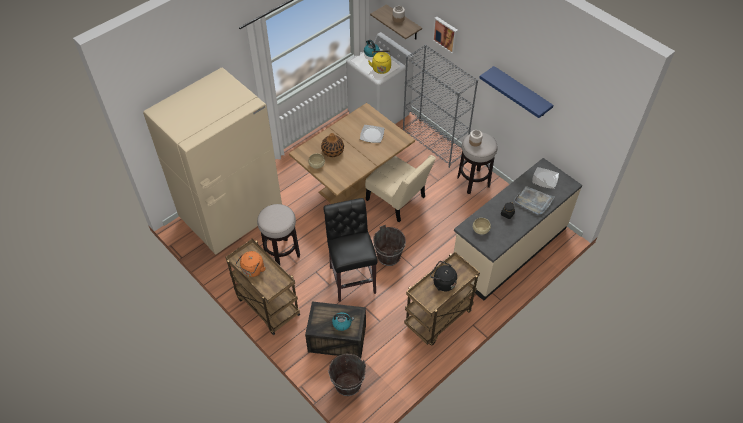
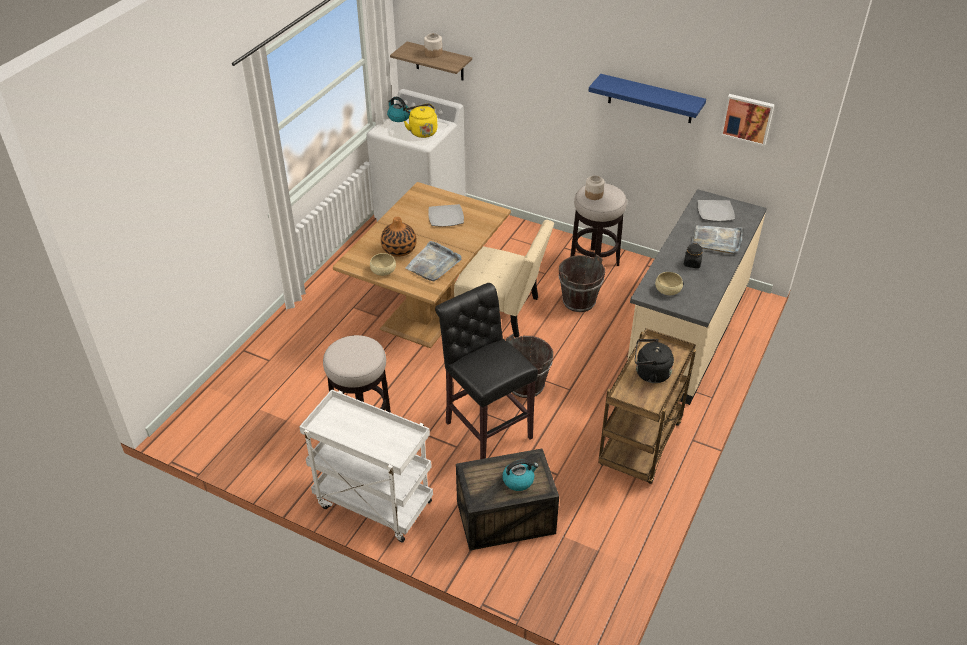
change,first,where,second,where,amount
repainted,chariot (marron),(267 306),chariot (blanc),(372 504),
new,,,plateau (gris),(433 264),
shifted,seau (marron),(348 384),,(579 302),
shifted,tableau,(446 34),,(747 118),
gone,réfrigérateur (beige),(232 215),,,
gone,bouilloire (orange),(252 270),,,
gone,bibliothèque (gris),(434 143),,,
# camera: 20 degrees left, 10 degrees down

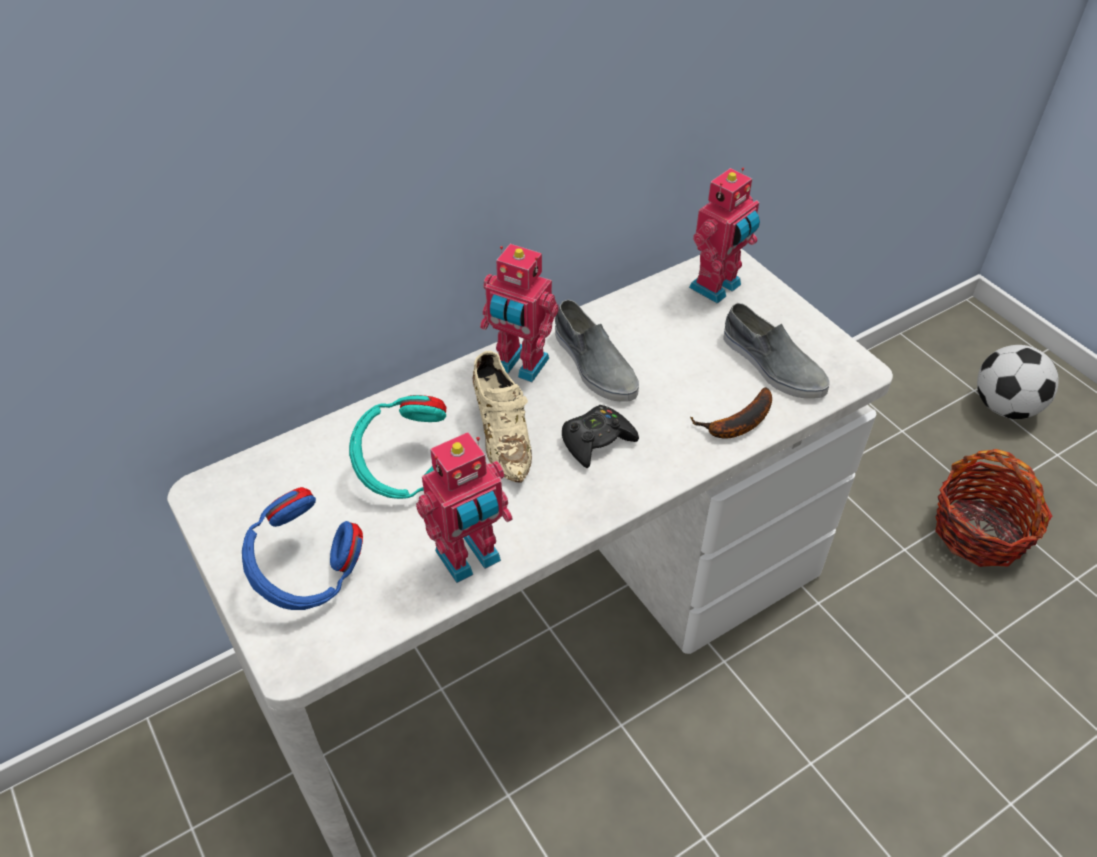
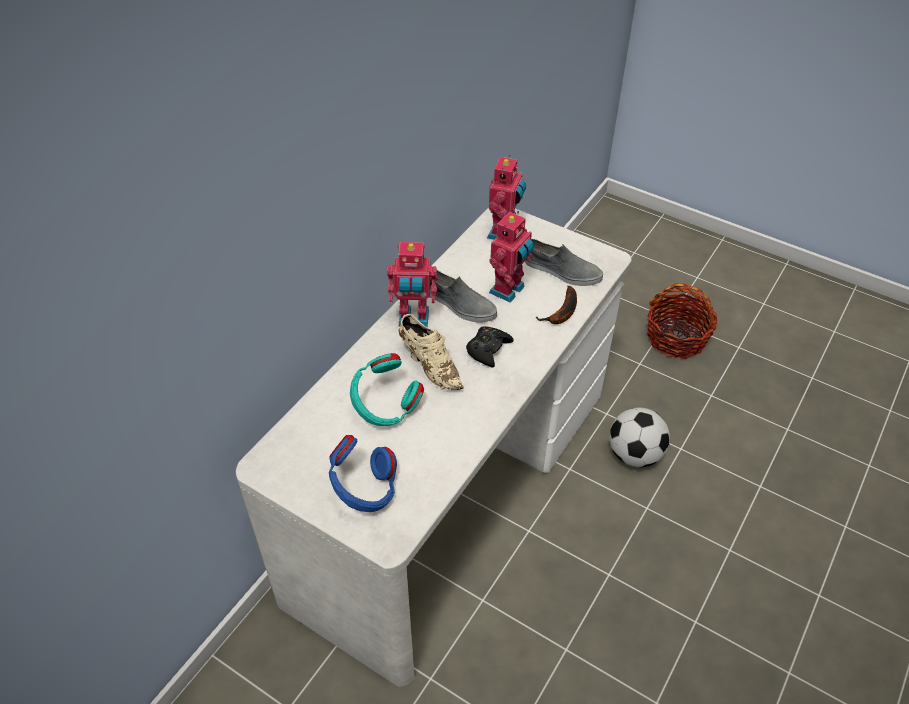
change,first,where,second,where,amount
shifted,robot jouet,(470 559),,(509 290),
shifted,ballon de foot,(1004 407),,(634 454),
# camera: 25 degrees left, 0 degrees up

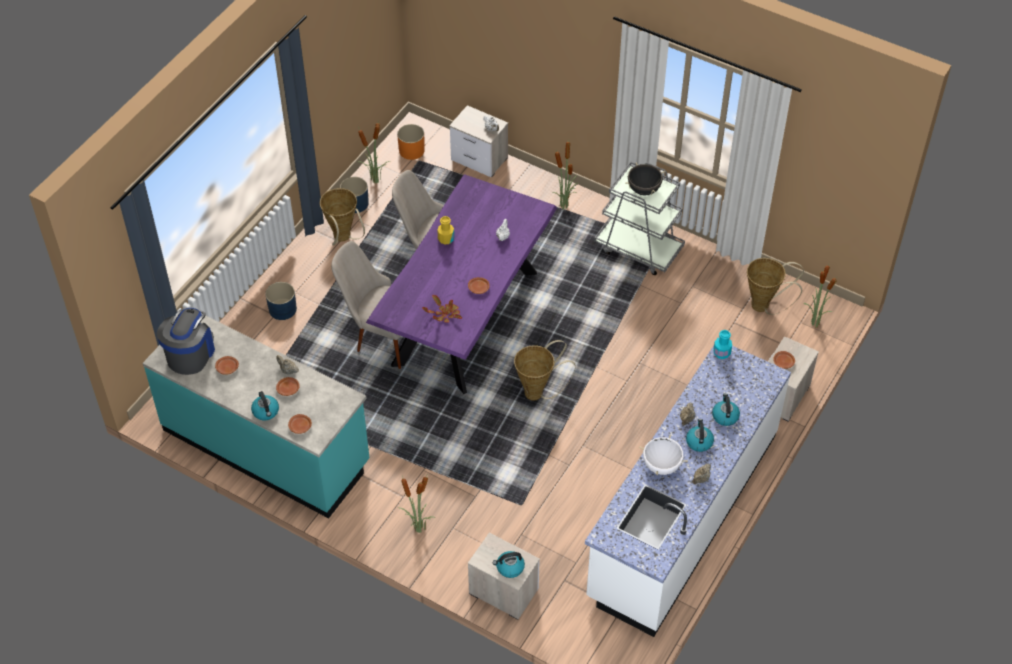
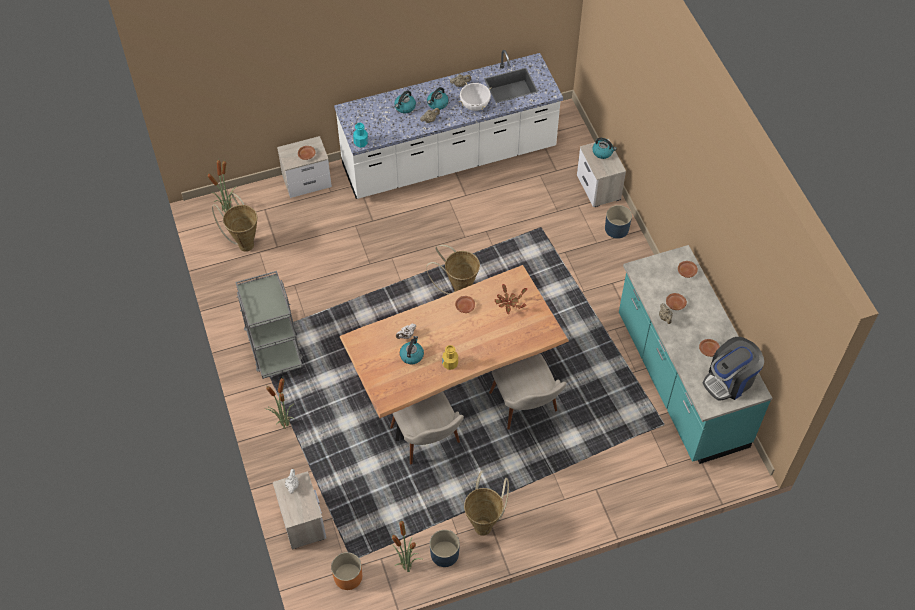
change,first,where,second,where,amount
repainted,table à manger (violet),(466 318),table à manger (marron),(454 380),
shifted,bouilloire,(266 412),,(411 355),
shifted,cache-pot (bleu),(282 309),,(616 229),
gone,plante en pot,(419 529),,,
gone,marmite (noir),(644 190),,,
# camera: 140 degrees left, 5 degrees up

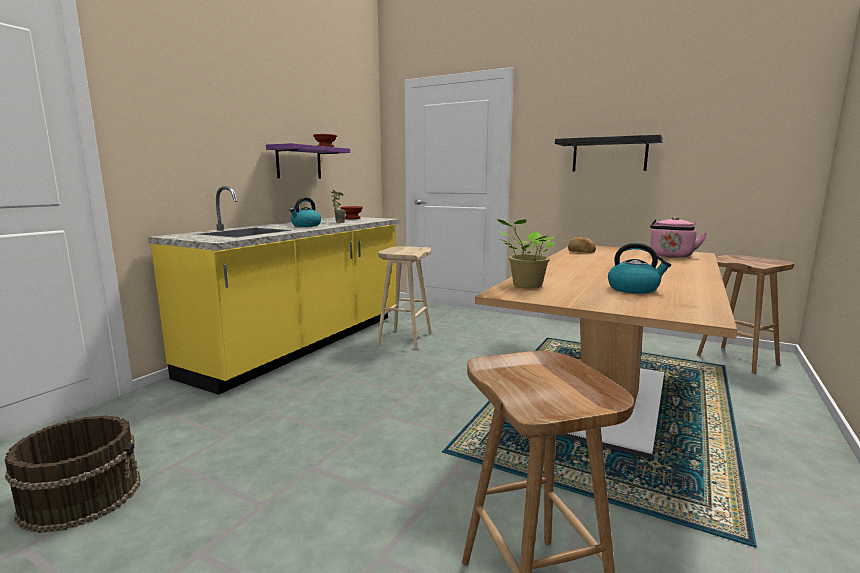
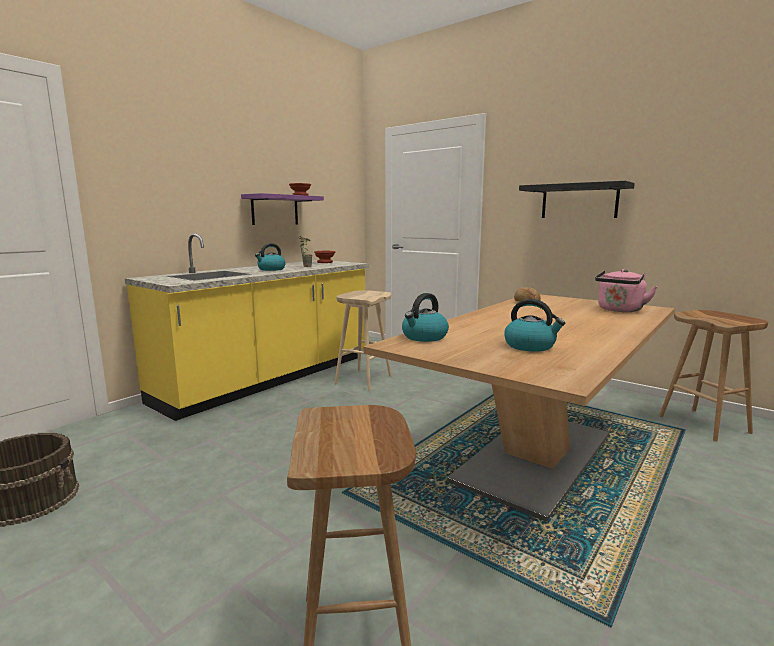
change,first,where,second,where,amount
swapped,plante en pot,(525 285),bouilloire,(424 337),
# camera: 10 degrees right, 0 degrees up

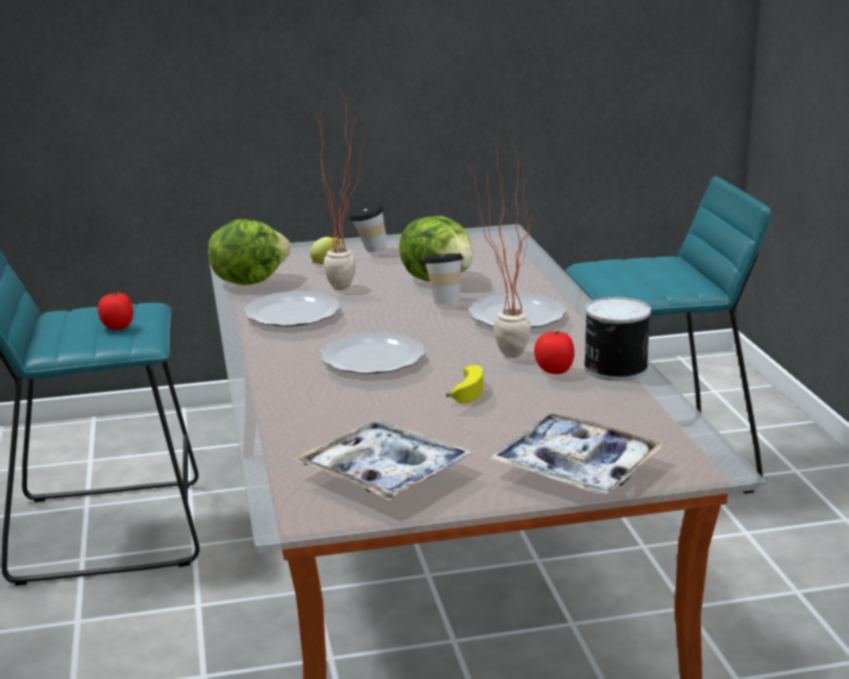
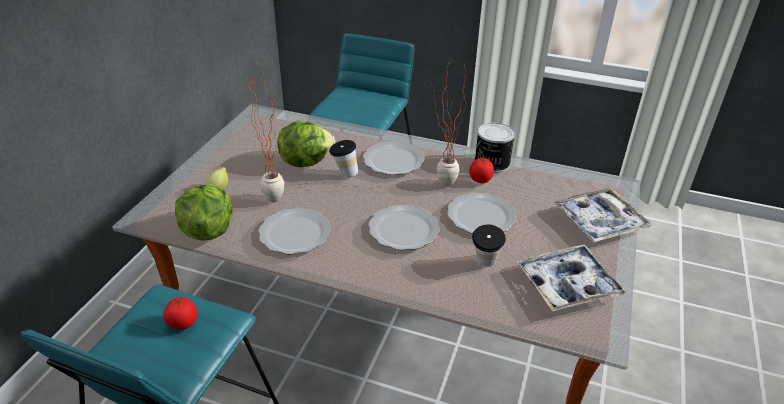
change,first,where,second,where,amount
swapped,banane,(465 390),assiette,(480 216),
shifted,tasse,(369 250),,(485 264),
# camera: 60 degrees left, 15 degrees up

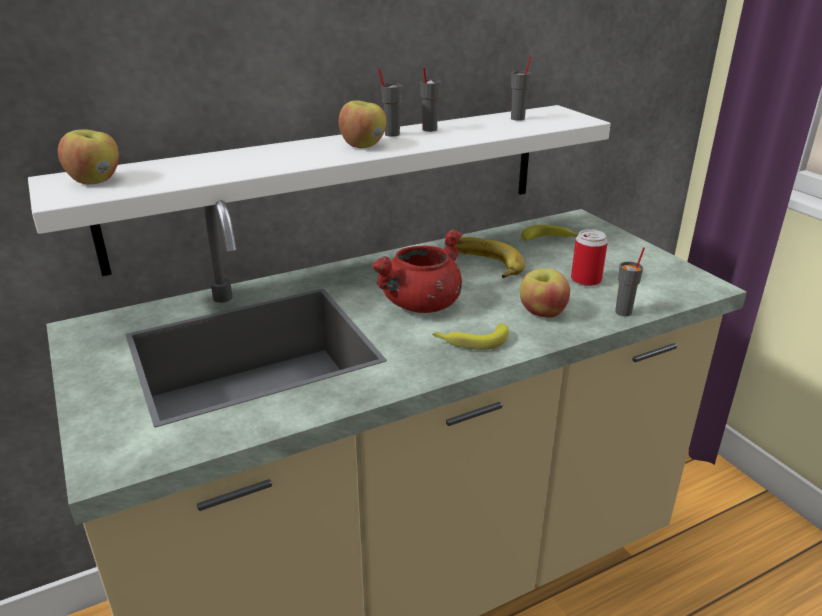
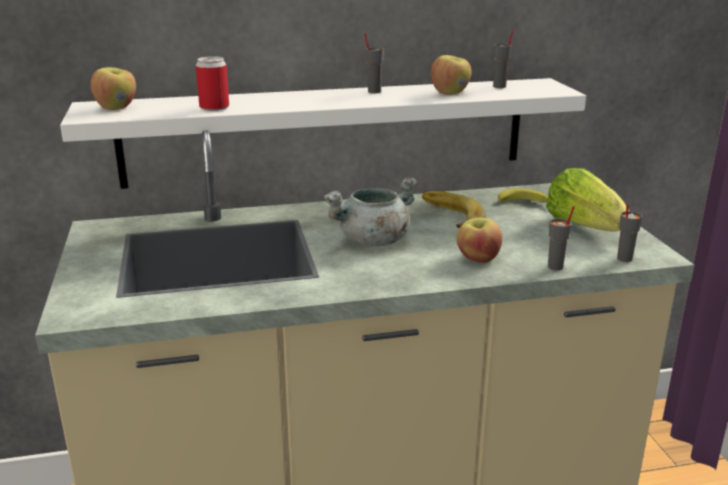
change,first,where,second,where,amount
shifted,boîte métallique,(586 280),,(214 107),
repainted,marmite (rouge),(421 305),marmite (gris),(373 241),
shifted,pomme,(363 145),,(450 93),
new,,,laitue,(584 226),
shifted,tasse (gris),(429 129),,(624 258),
gone,banane,(470 341),,,
# camera: 15 degrees right, 5 degrees down

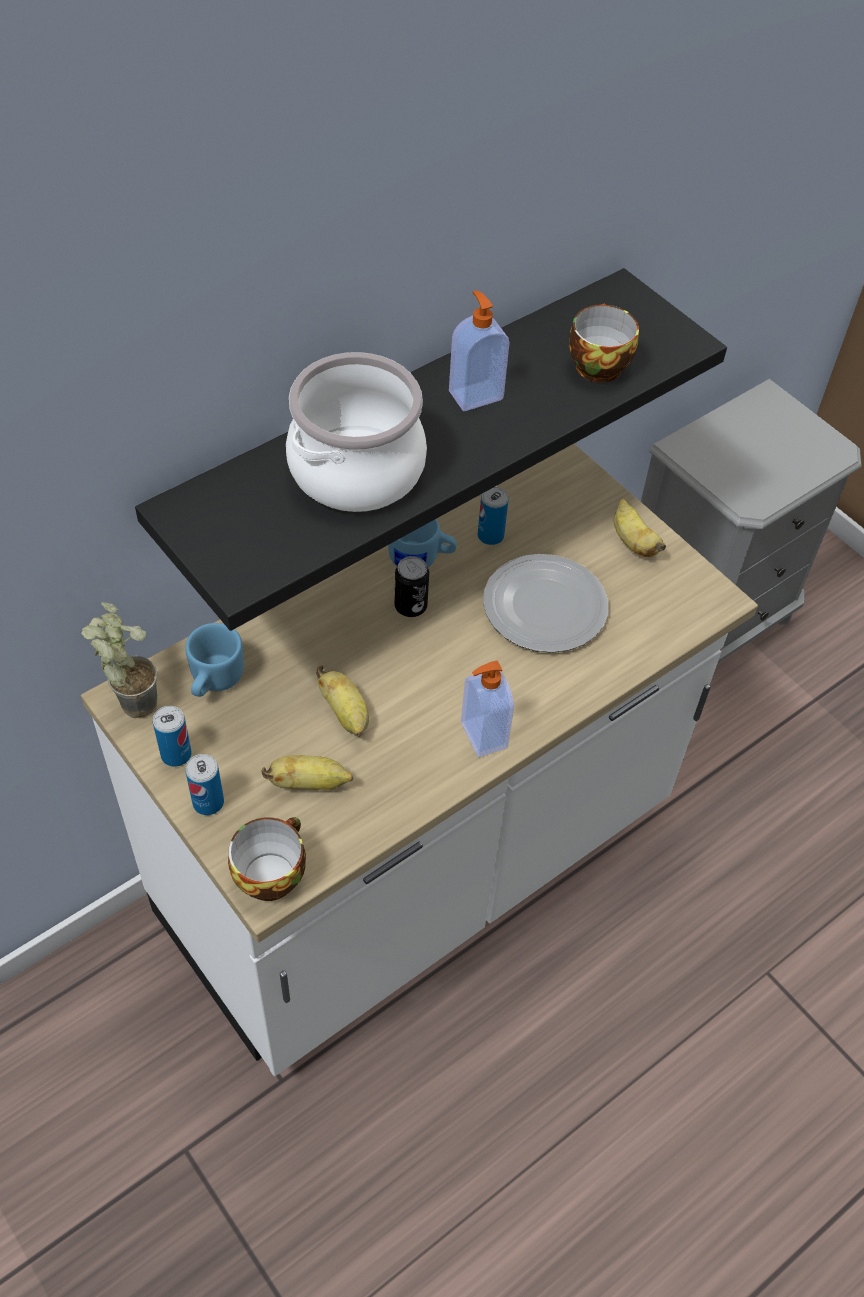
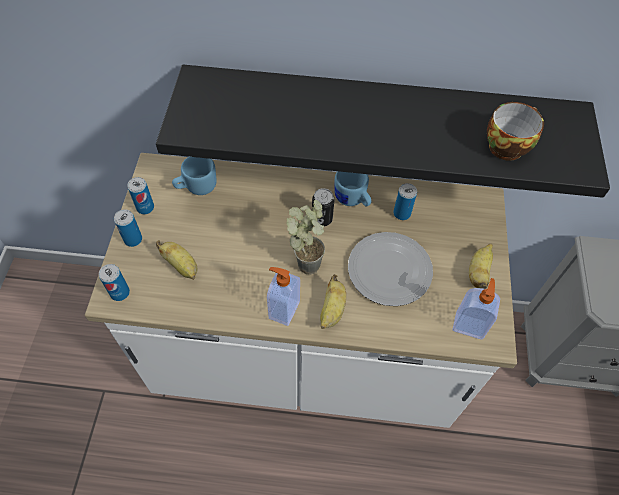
change,first,where,second,where,amount
swapped,tasse,(270 873),boîte métallique,(120 293),
shifted,plante en pot,(130 699),,(307 259),
shifted,banane,(346 714),,(332 310),
shifted,distributeur de savon,(475 394),,(469 325),
gone,marmite,(357 470),,,
# camera: 45 degrees right, 5 degrees up

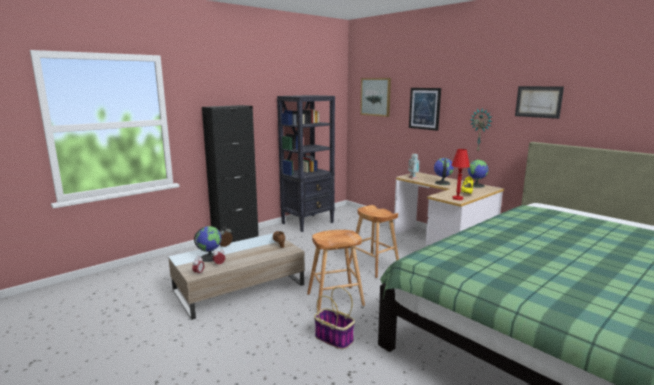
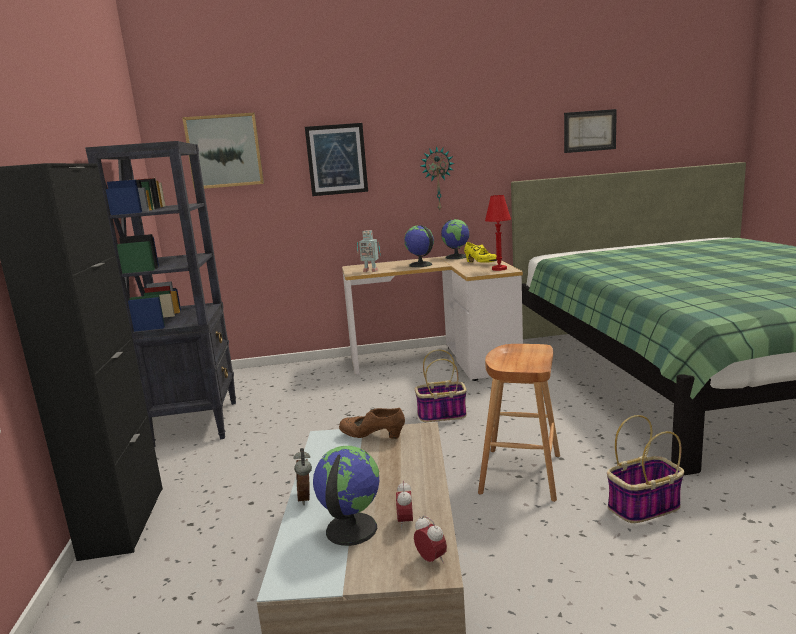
change,first,where,second,where,amount
swapped,tabouret (marron),(374 266),panier,(441 415),
shifted,tableau,(538 101),,(589 131),
# camera: 55 degrees left, 0 degrees up

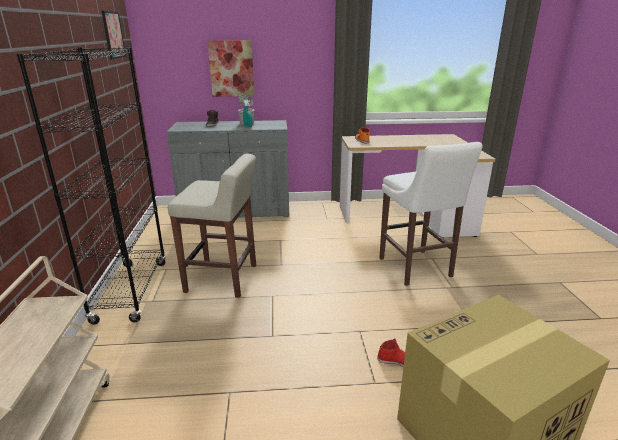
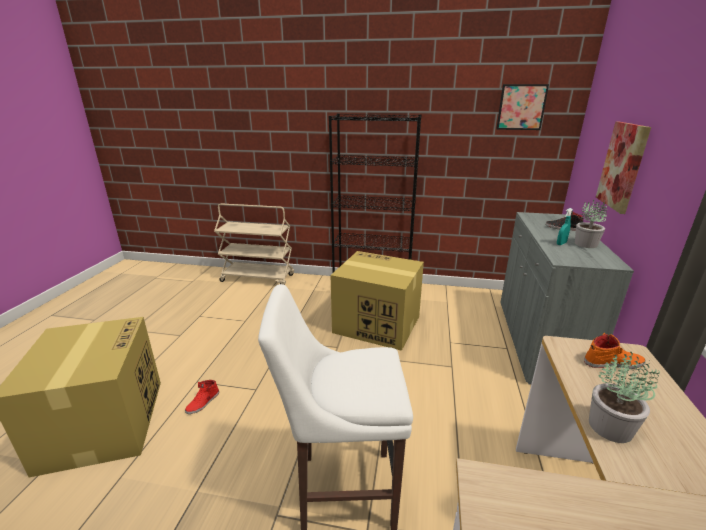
change,first,where,second,where,amount
swapped,tabouret (beige),(223 278),carton,(375 324),
new,,,plante en pot,(611 427),
# camera: 105 degrees right, 0 degrees up

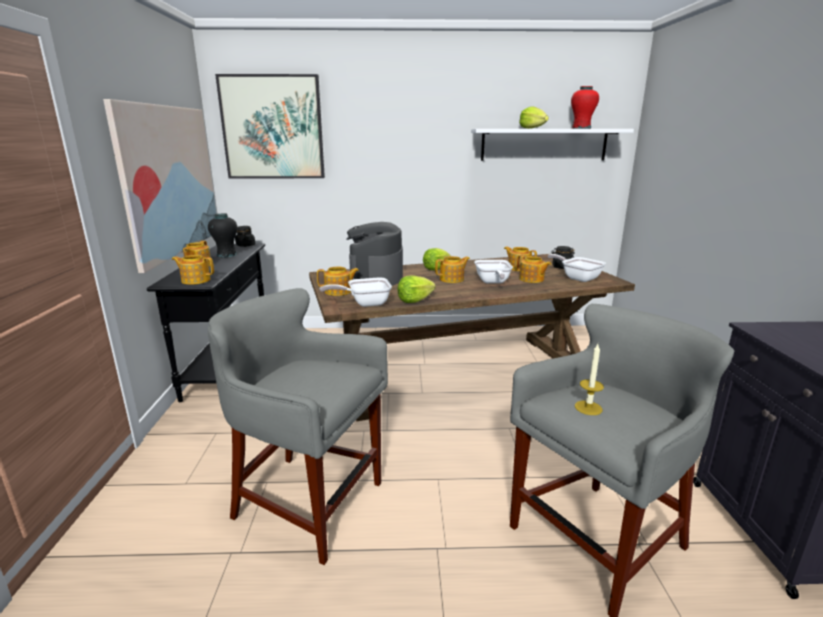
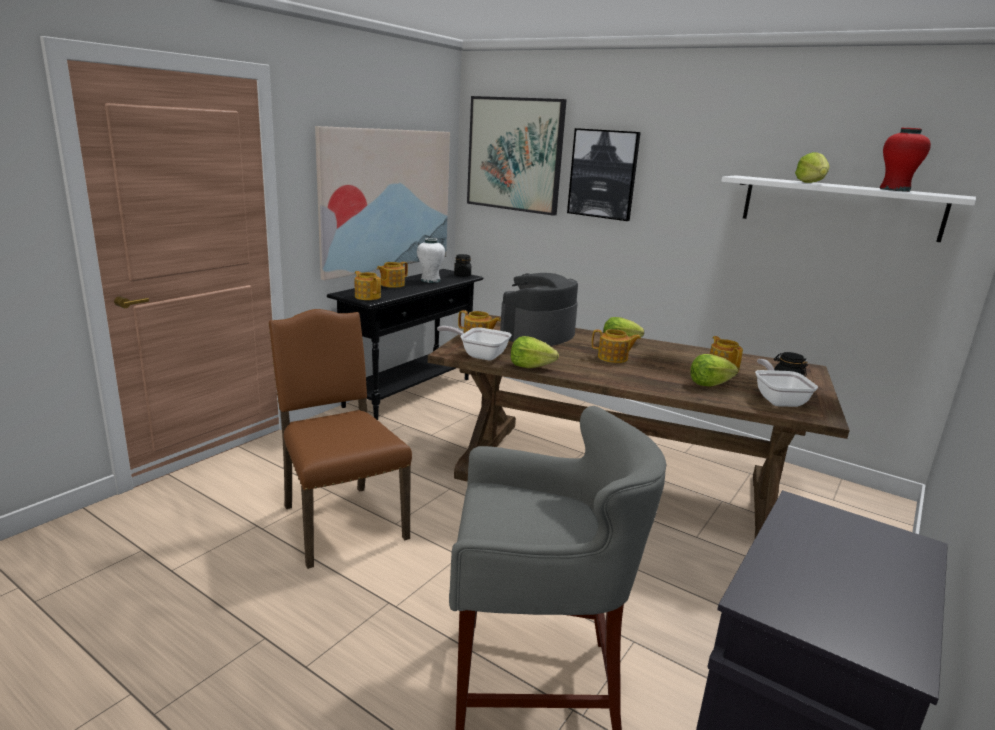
change,first,where,second,where,amount
swapped,tabouret (gris),(308 503),chaise (marron),(340 521),
repainted,vase (noir),(226 255),vase (blanc),(430 280),
new,,,tableau,(603 174),
swapped,théière,(531 279),laitue,(709 384),
gone,poêle,(492 282),,,
gone,bougie,(588 408),,,
# camera: 35 degrees right, 0 degrees up

